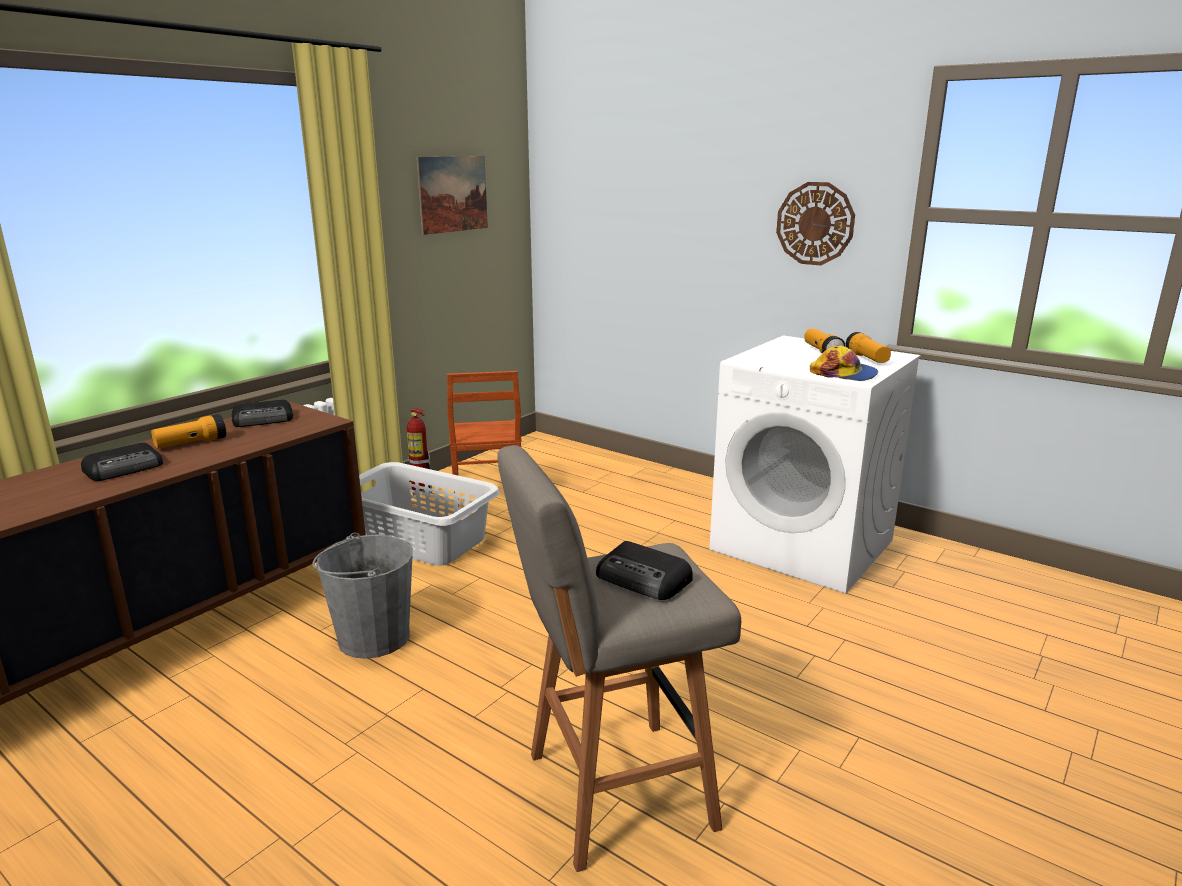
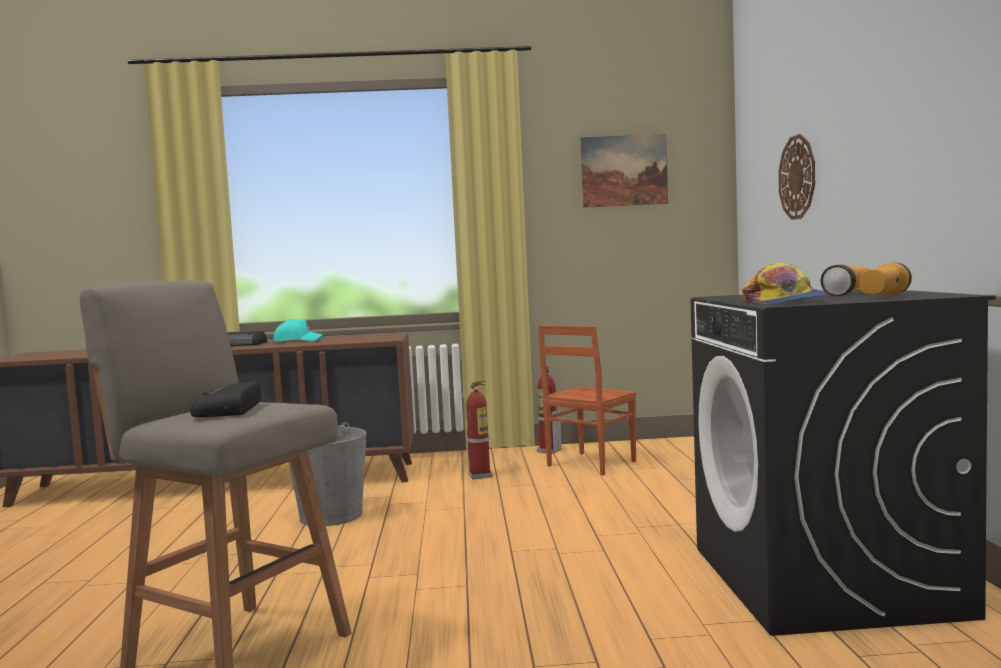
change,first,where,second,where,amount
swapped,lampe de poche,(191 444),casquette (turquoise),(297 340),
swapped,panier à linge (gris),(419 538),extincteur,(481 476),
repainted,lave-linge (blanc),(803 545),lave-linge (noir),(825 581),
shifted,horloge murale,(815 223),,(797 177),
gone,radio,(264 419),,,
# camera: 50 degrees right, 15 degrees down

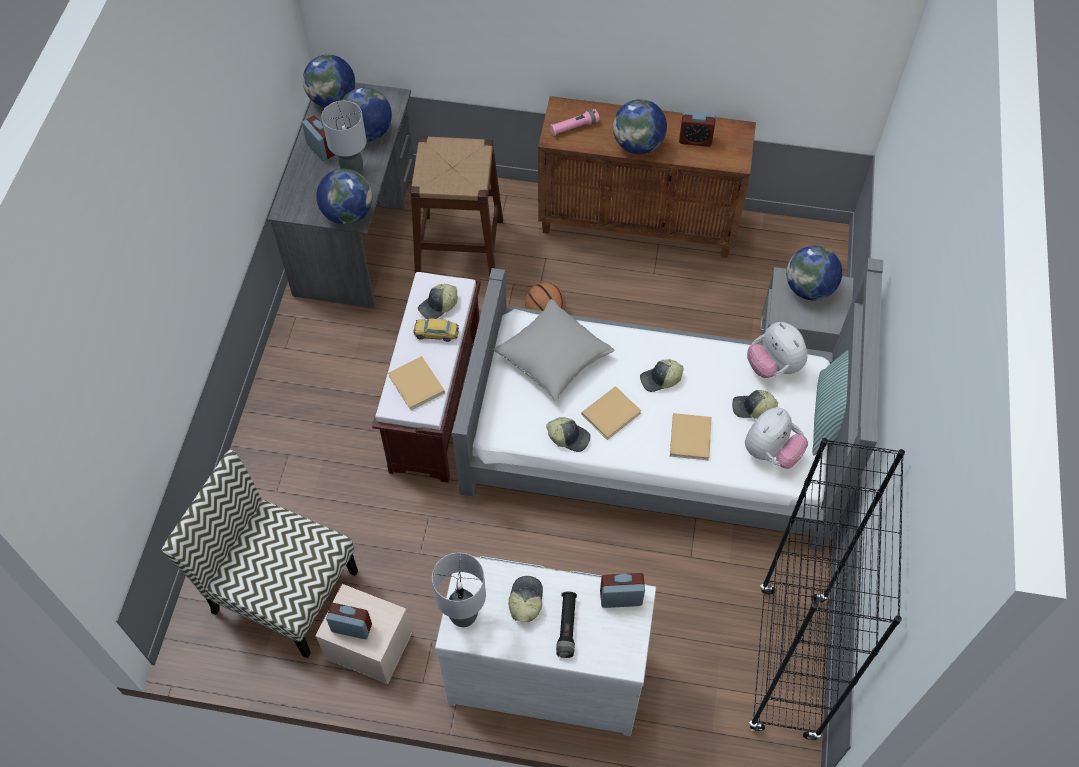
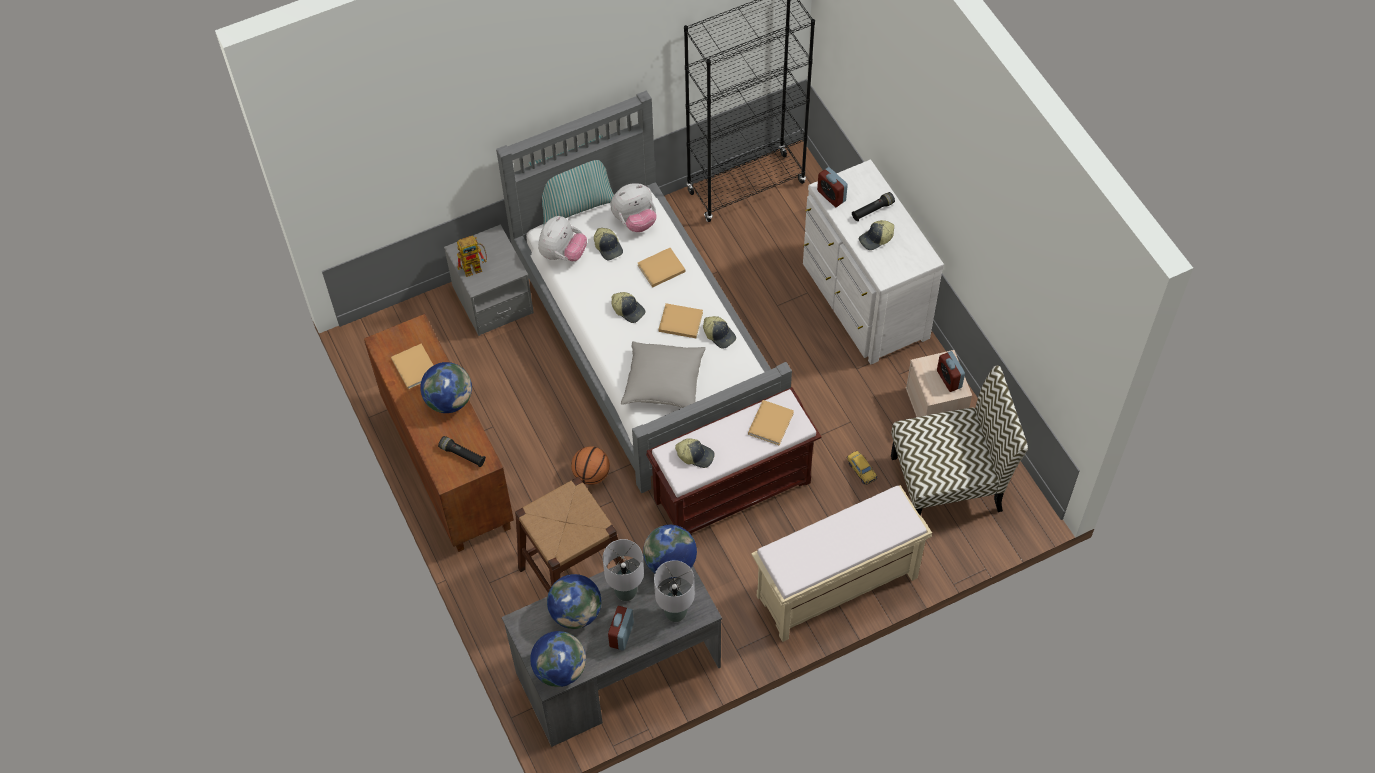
change,first,where,second,where,amount
swapped,réveil,(695 140),livre (beige),(414 366),
repainted,lampe de poche (rose),(574 127),lampe de poche (noir),(462 455),
swapped,globe,(809 289),robot jouet,(475 266),
rotated,peluche,(771 452),,(635 221),150 degrees clockwise
shifted,lampe de table (gris),(463 615),,(675 614),
rotated,casquette,(569 437),,(719 335),150 degrees clockwise
new,,,banc (beige),(836 588),
shifted,petite voiture,(436 333),,(861 470),
rotated,chaise,(282 591),,(948 482),90 degrees counterclockwise
# camera: 125 degrees left, 0 degrees up

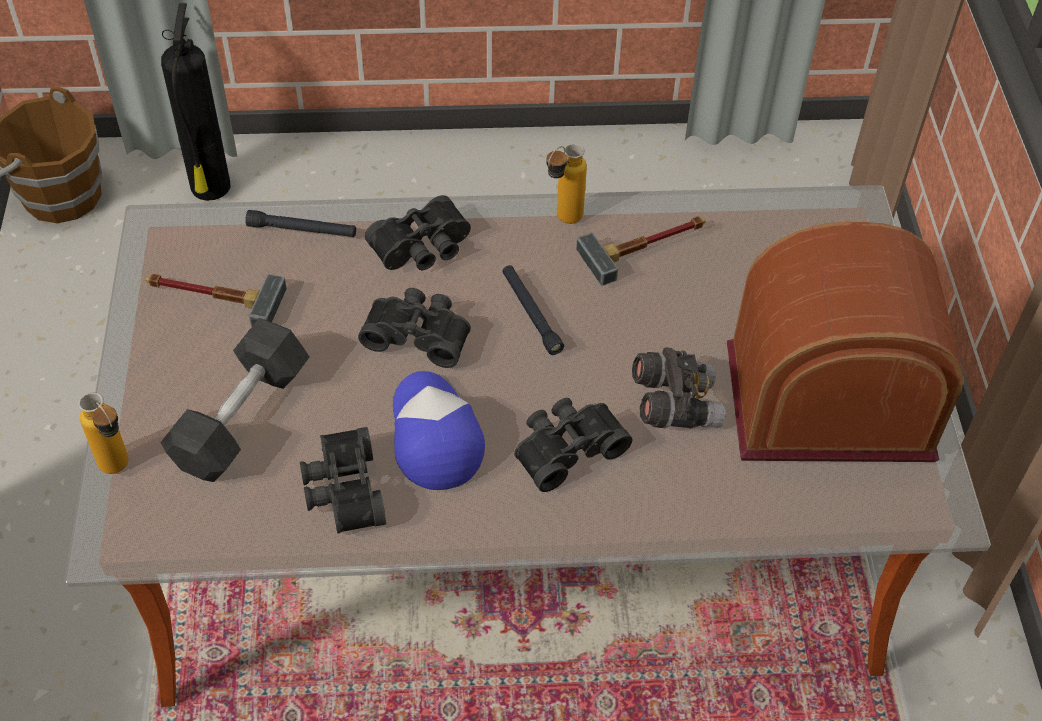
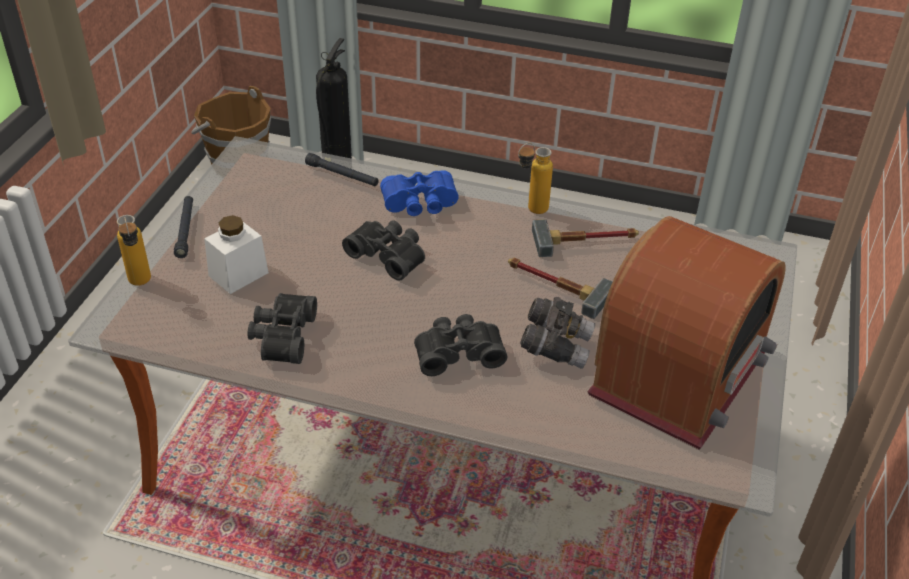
change,first,where,second,where,amount
shifted,lampe de poche (noir),(531 313),,(185 230),
swapped,haltère (gris),(241 417),bocal (blanc),(238 274),
repainted,jumelles (noir),(423 249),jumelles (bleu),(420 205),
shifted,marteau,(212 297),,(555 286),
rotated,radio,(827 400),,(680 374),105 degrees clockwise
gone,casquette,(433 436),,,
# camera: 20 degrees right, 10 degrees down

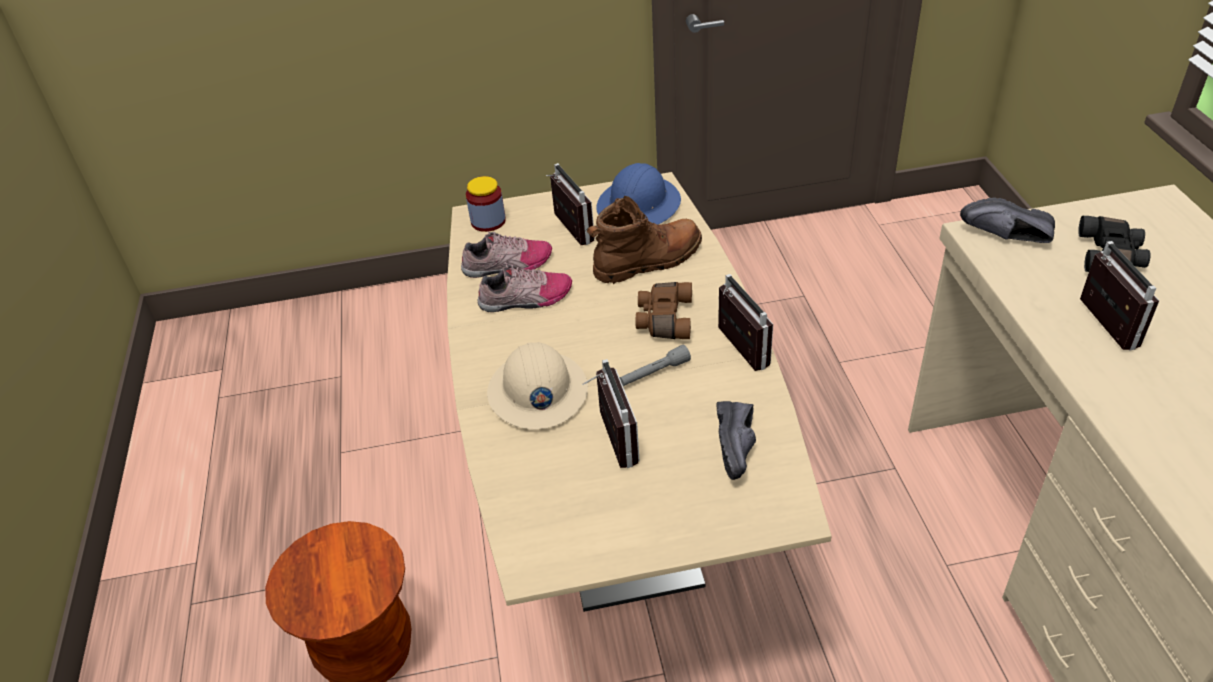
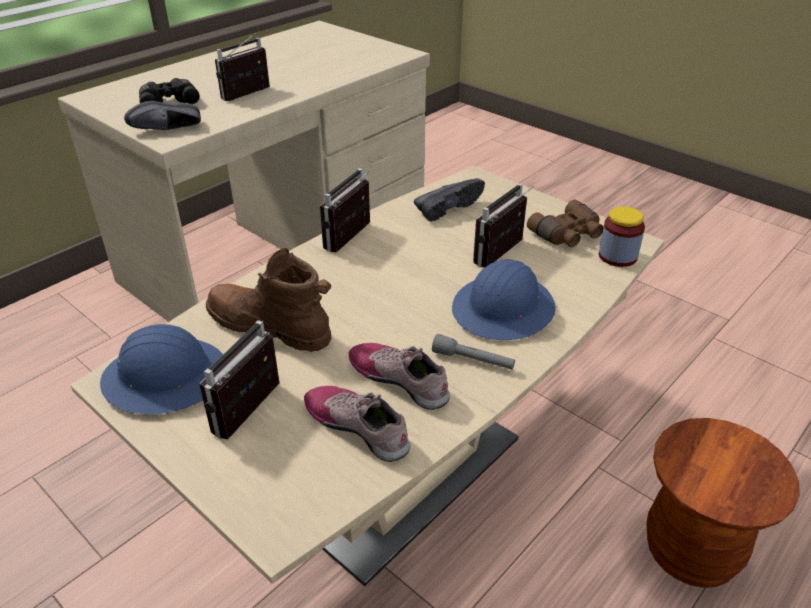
change,first,where,second,where,amount
rotated,chaussure (noir),(1006 238),,(168 131),90 degrees clockwise
shifted,lampe de poche (gris),(654 373),,(473 360),
repainted,casque de chantier (beige),(537 392),casque de chantier (bleu),(504 309),
shifted,jumelles (marron),(663 319),,(568 235),
shifted,bocal,(488 221),,(617 256),
# camera: 130 degrees left, 5 degrees down

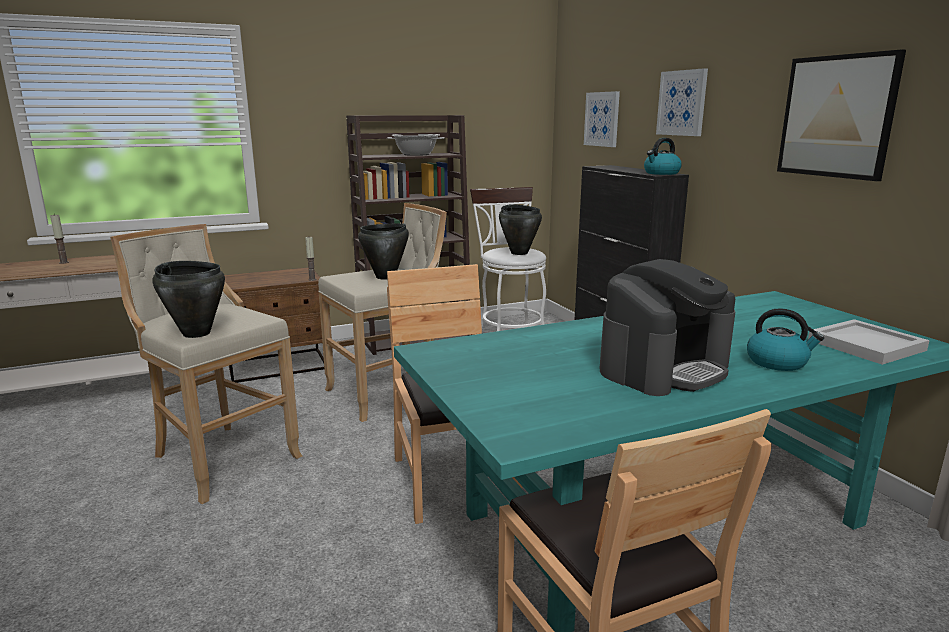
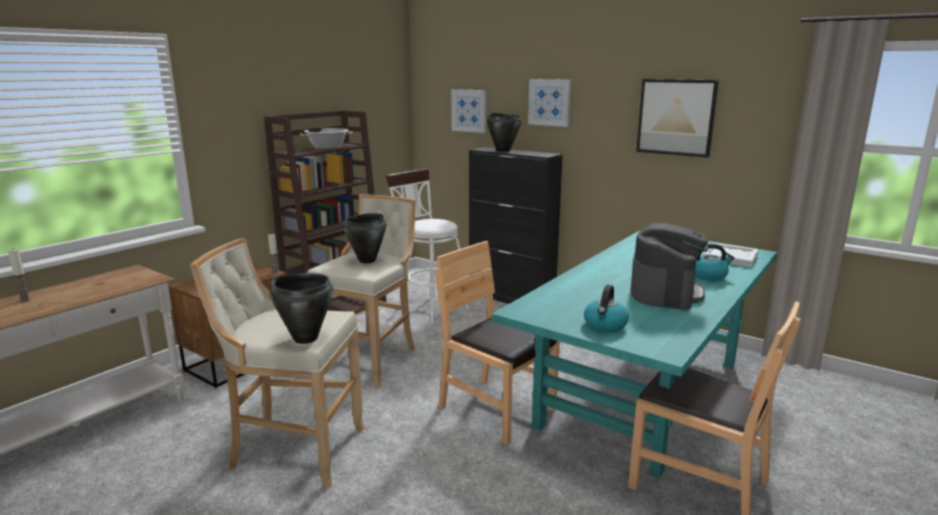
change,first,where,second,where,amount
shifted,marmite (noir),(519 253),,(503 150),
shifted,bouilloire,(661 173),,(605 325),
# camera: 30 degrees left, 0 degrees up

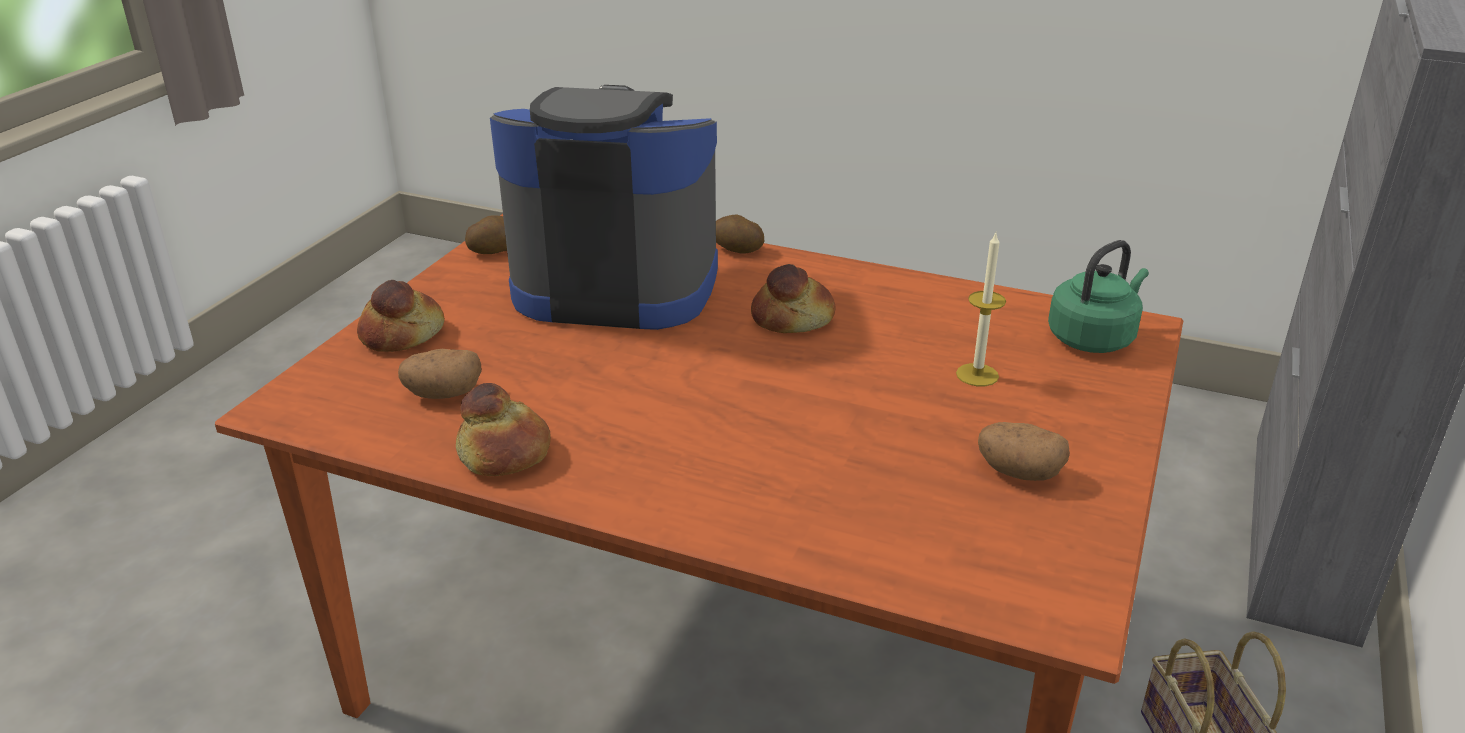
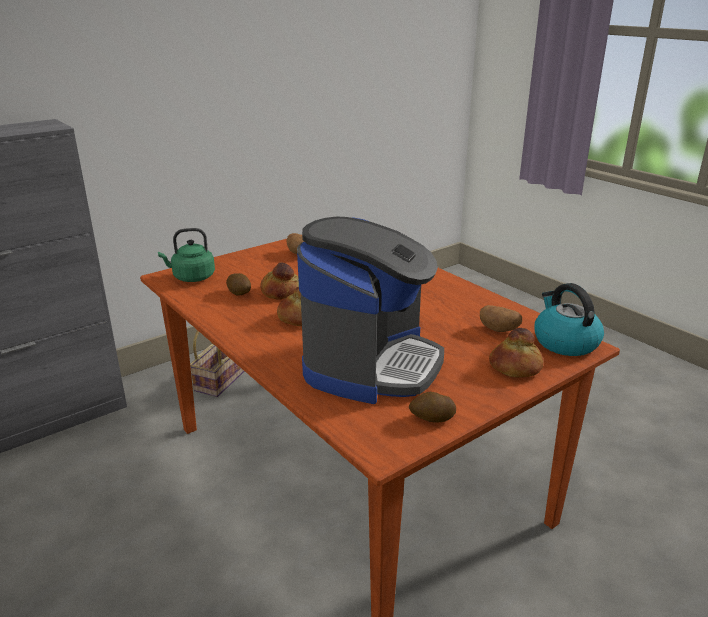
change,first,where,second,where,amount
shifted,pomme de terre,(736 249),,(240 293),
shifted,pain,(503 454),,(281 291),
rotated,machine à café,(615 285),,(371 364),105 degrees counterclockwise
new,,,bouilloire,(564 342),
gone,bougie,(977 375),,,
# camera: 150 degrees left, 5 degrees down

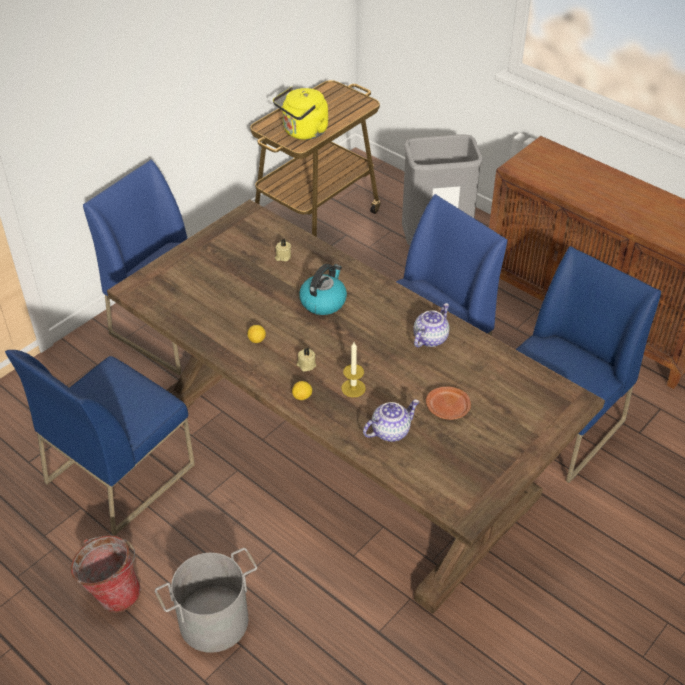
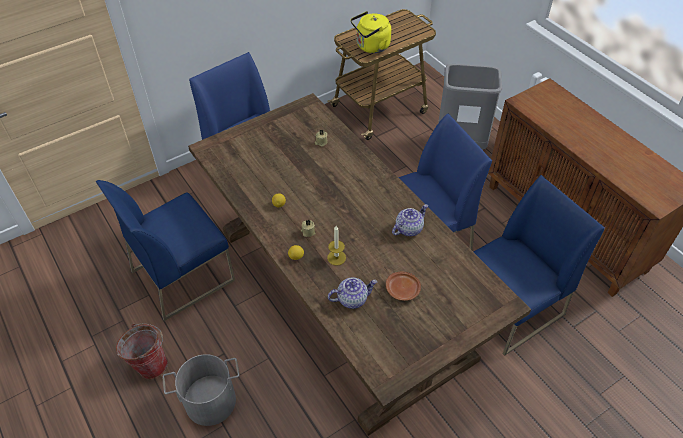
change,first,where,second,where,amount
gone,bouilloire,(323 301),,,
# camera: 15 degrees right, 5 degrees up

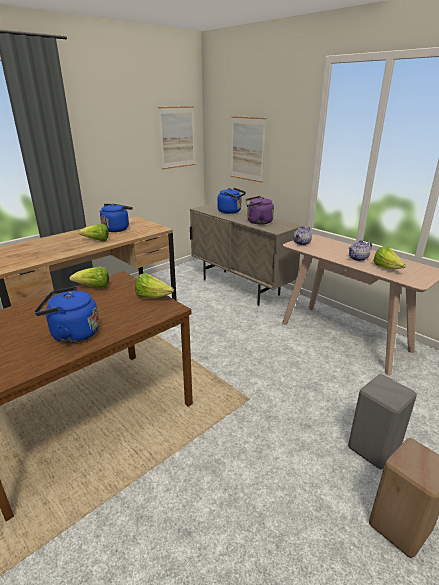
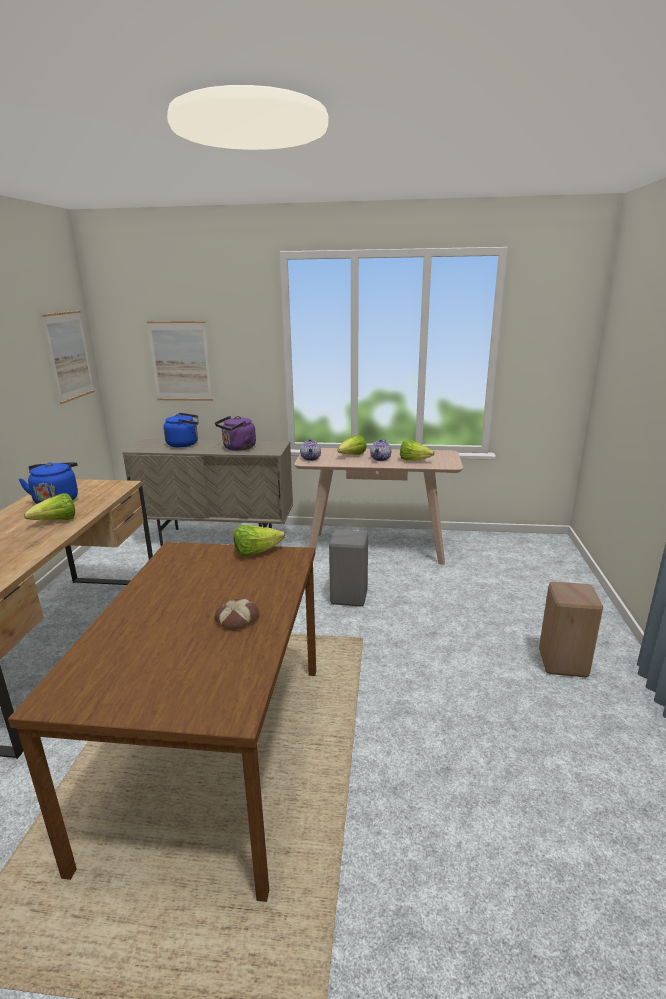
change,first,where,second,where,amount
swapped,bouilloire (bleu),(72 334),pain,(237 619),
shifted,tabouret (gris),(373 448),,(348 596),
shifted,laitue,(94 288),,(352 456),
# camera: 40 degrees left, 5 degrees down

